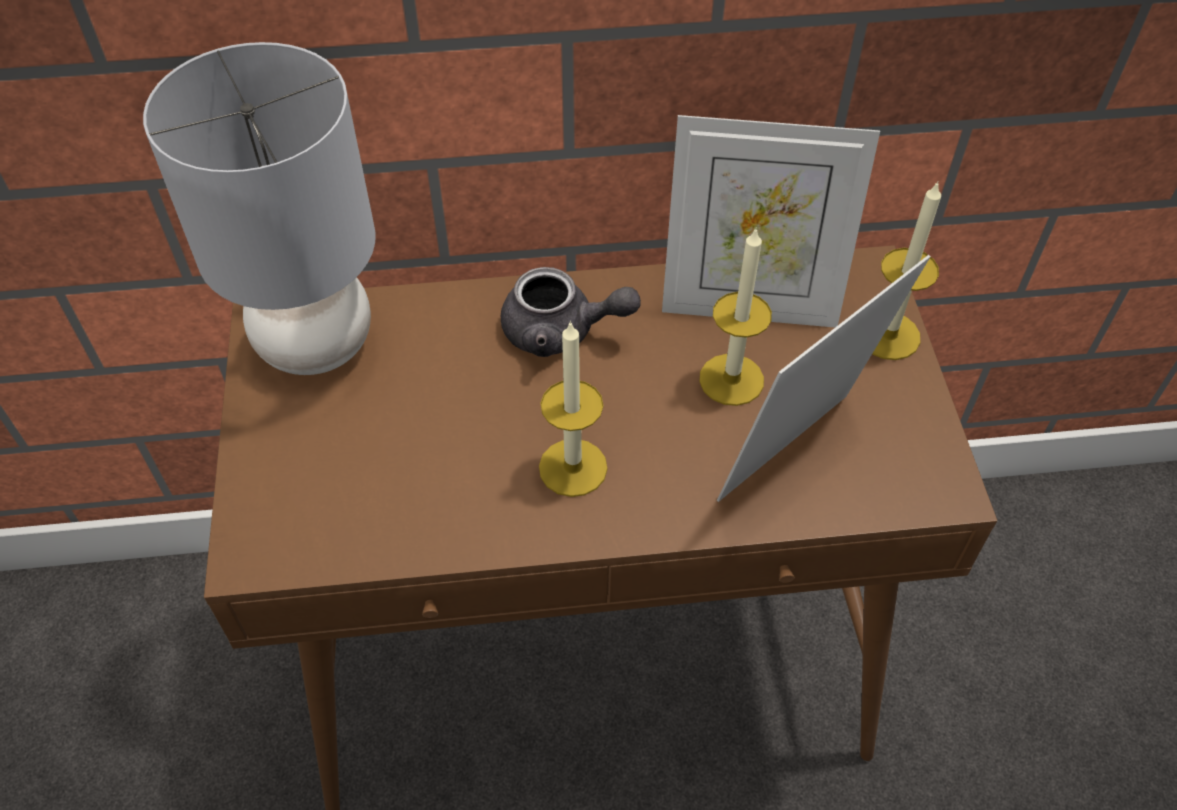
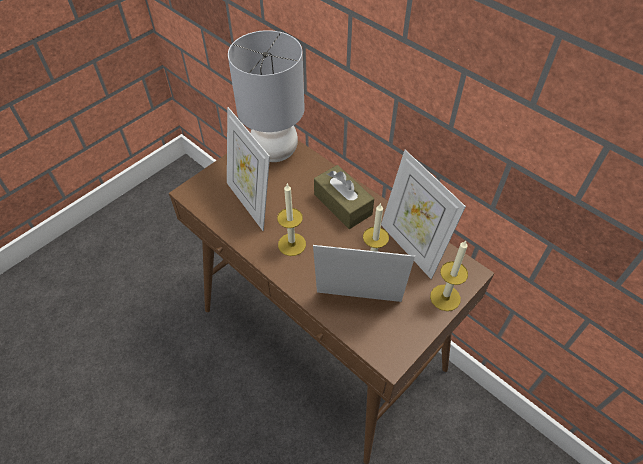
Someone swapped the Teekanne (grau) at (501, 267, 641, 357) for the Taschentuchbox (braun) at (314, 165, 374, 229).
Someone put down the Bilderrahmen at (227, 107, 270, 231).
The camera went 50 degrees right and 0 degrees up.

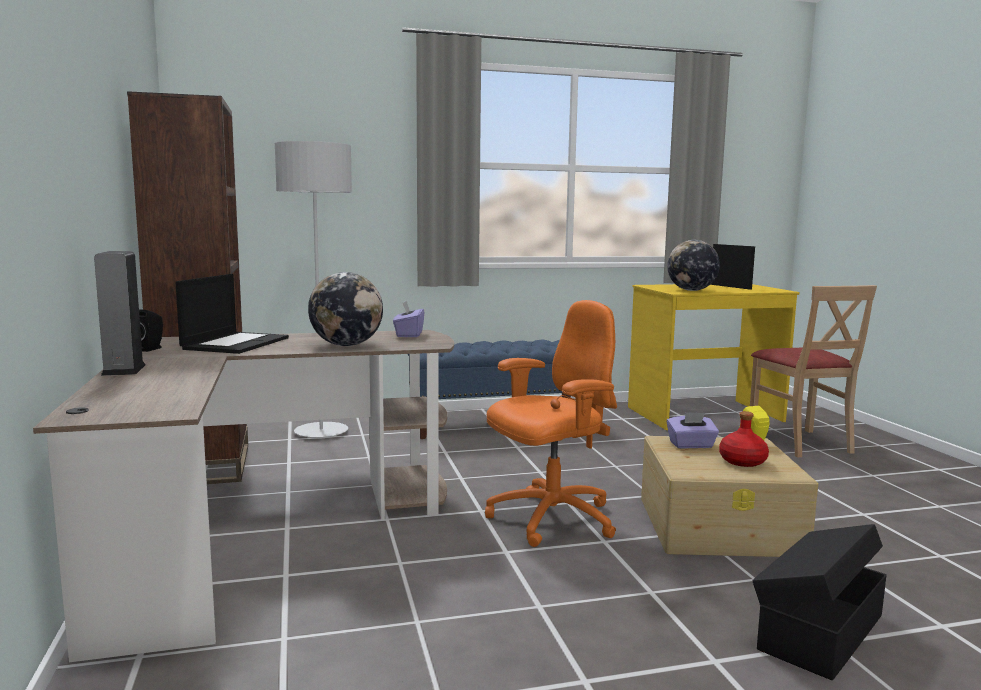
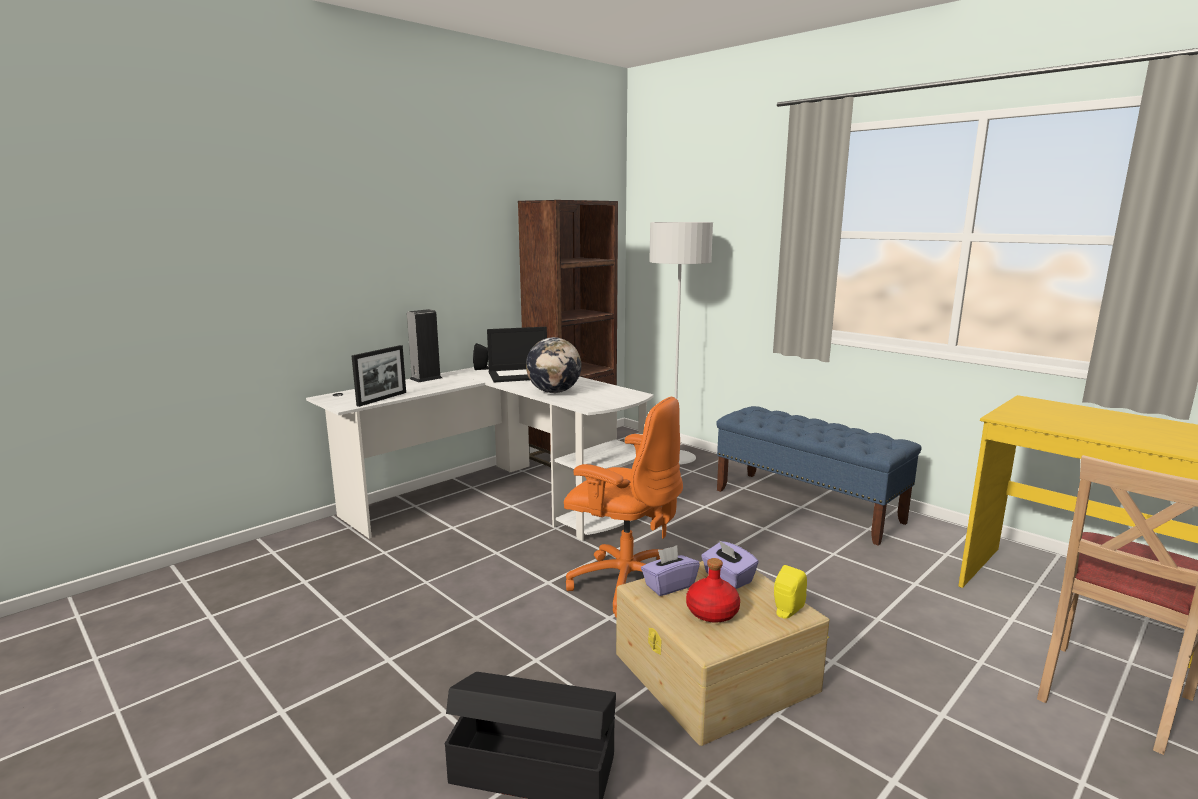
Someone repainted the Schreibtisch (braun) at (33, 330, 454, 662), which became the Schreibtisch (weiß) at (306, 365, 654, 541).
Someone carried the Taschentuchbox (lila) from (393, 301, 424, 337) to (641, 545, 700, 596).
Someone took away the Globus at (667, 240, 720, 291).
Someone carried the Bilderrahmen from (711, 244, 755, 289) to (352, 345, 406, 407).
The camera went 60 degrees right and 5 degrees up.

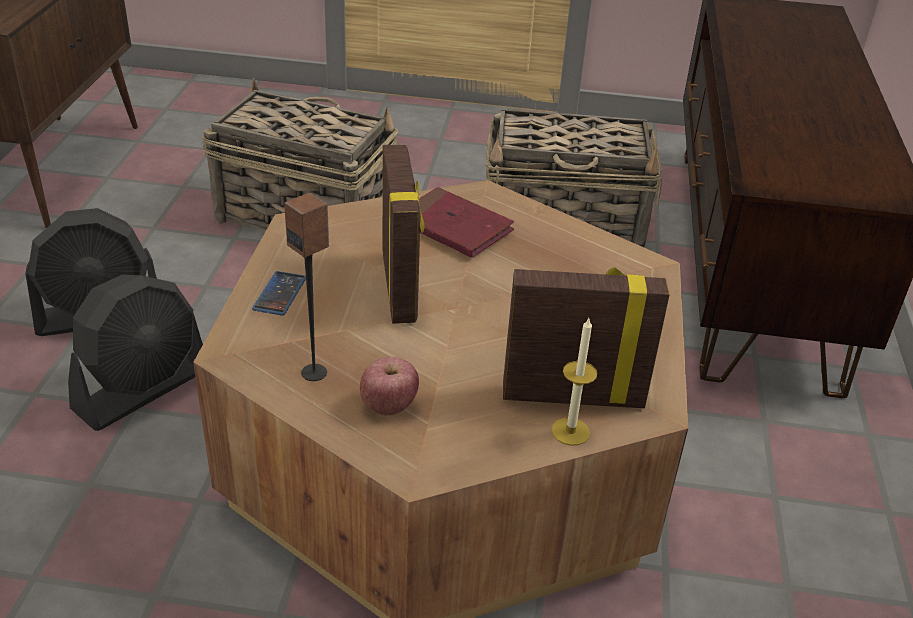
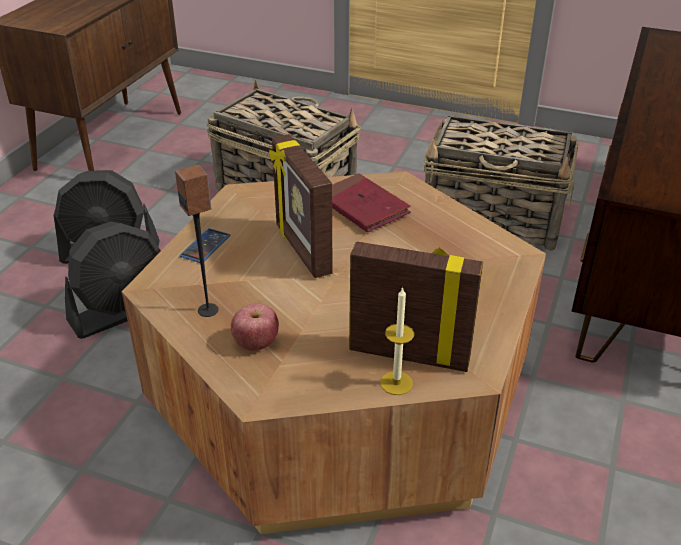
Someone rotated the Bilderrahmen at (382, 144, 424, 324) by 150 degrees clockwise.
The camera went 15 degrees right and 0 degrees up.

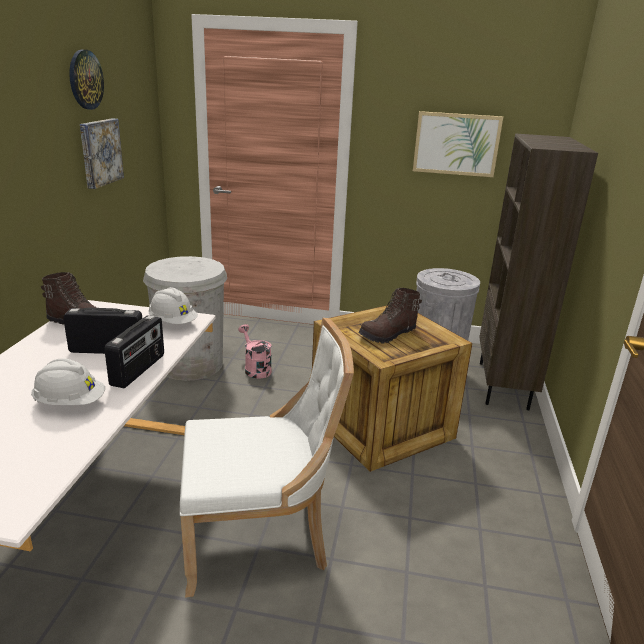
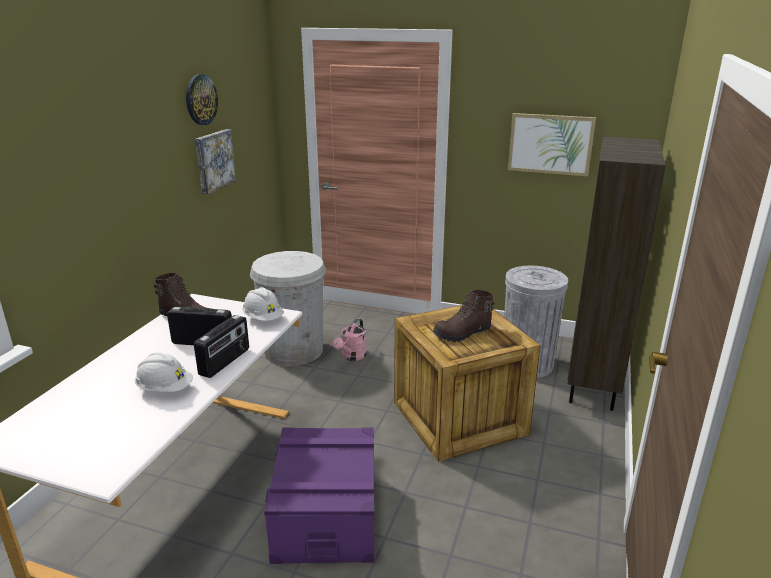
Someone swapped the Stuhl (weiß) at (180, 318, 354, 597) for the Aufbewahrungsbox (lila) at (264, 427, 374, 564).
Someone rotated the Gießkanne (rosa) at (238, 324, 272, 378) by 135 degrees counterclockwise.
The camera went 10 degrees right and 0 degrees up.

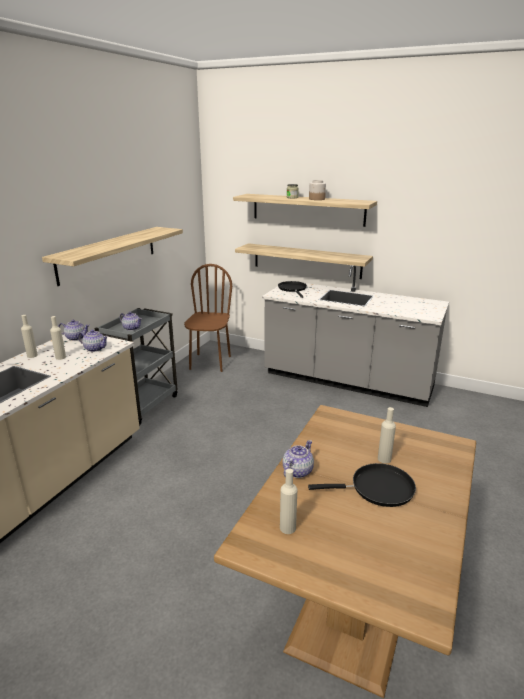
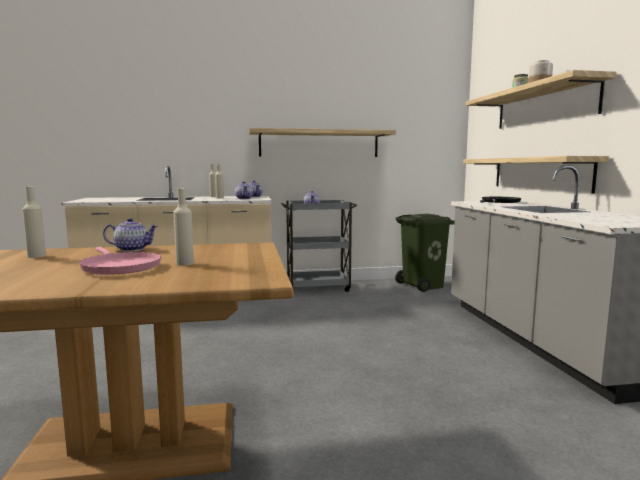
Someone swapped the Stuhl (braun) at (184, 264, 232, 372) for the Mülleimer (grün) at (395, 214, 455, 292).
Someone repainted the Pfanne (schwarz) at (308, 463, 416, 507), which became the Pfanne (rosa) at (79, 247, 161, 275).
The camera went 55 degrees right and 15 degrees down.

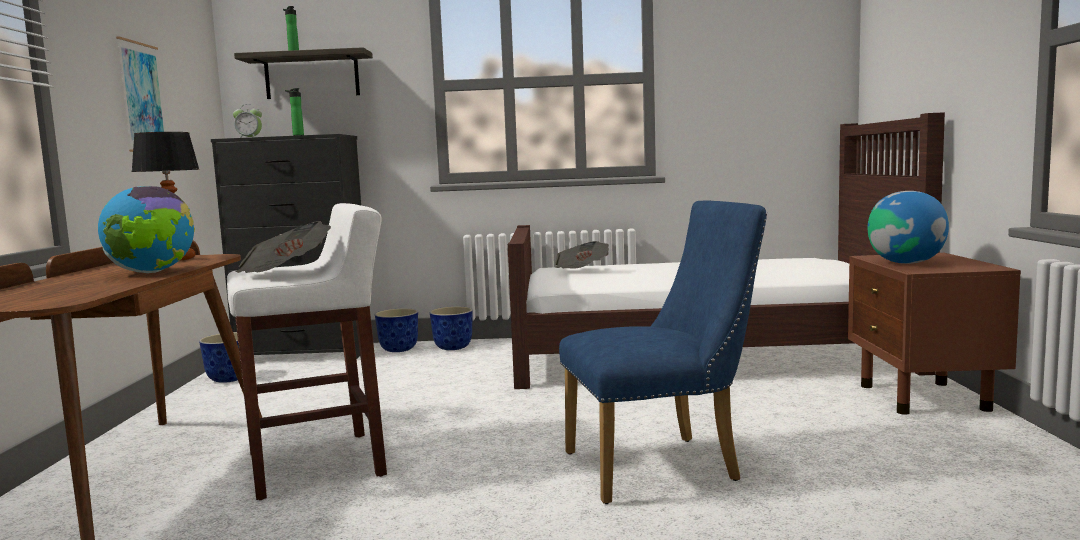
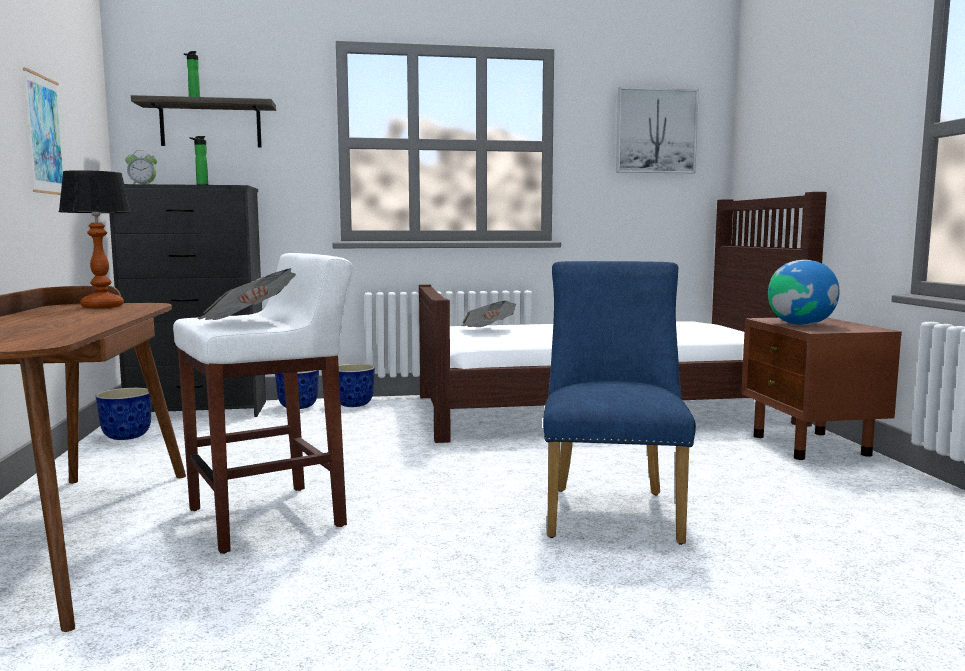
Someone took away the Globus at (98, 186, 195, 273).
Someone rotated the Stuhl (blau) at (559, 200, 767, 504) by 60 degrees counterclockwise.
Someone put up the Bild at (616, 87, 699, 173).
The camera went 10 degrees left and 0 degrees up.

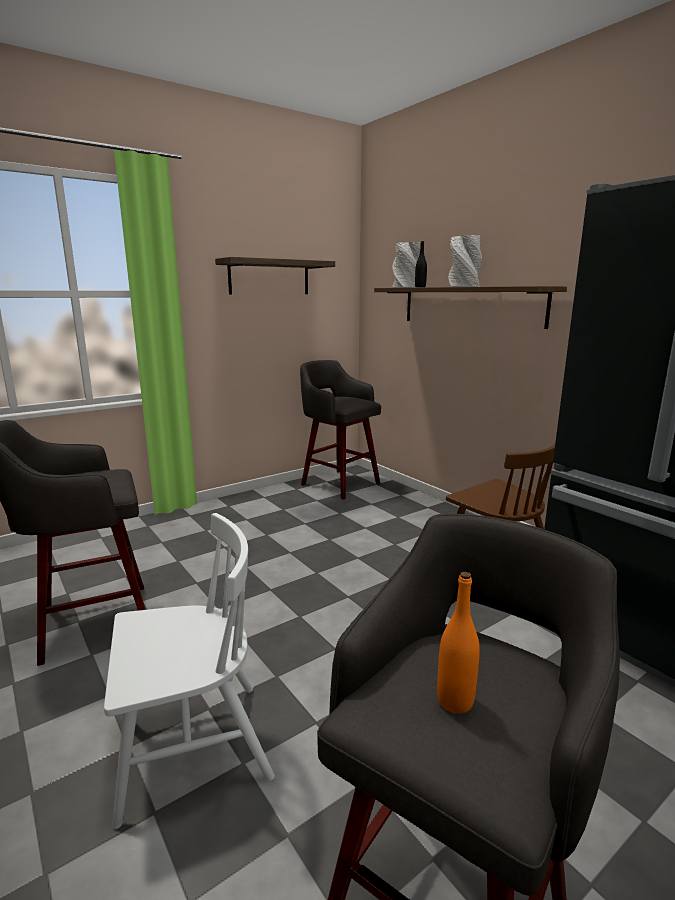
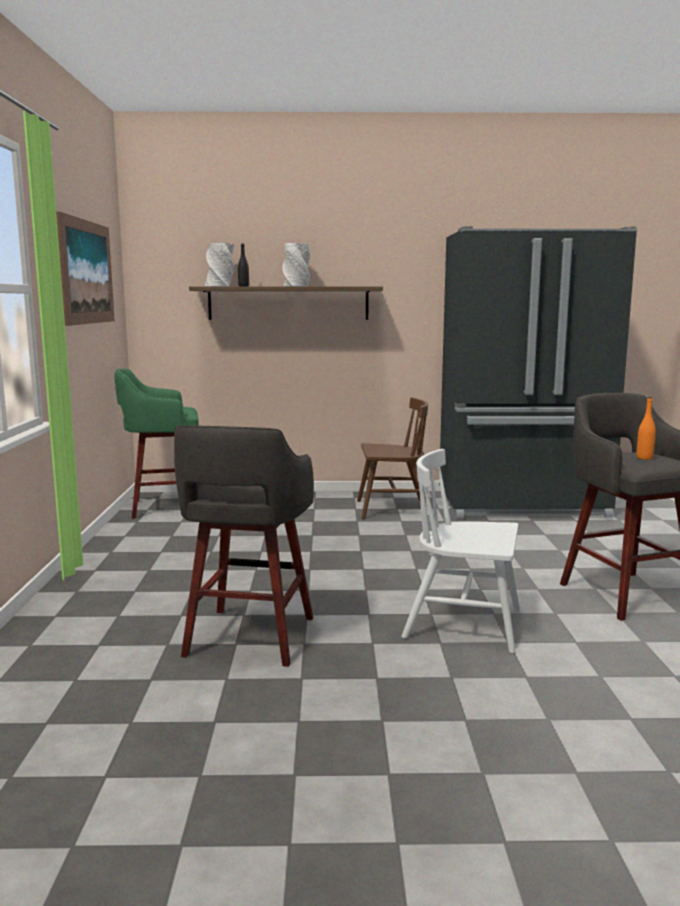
Someone rotated the Stuhl (weiß) at (104, 513, 275, 829) by 90 degrees counterclockwise.
Someone swapped the Wandregal at (215, 257, 335, 294) for the Bild at (56, 211, 115, 326).
Someone repainted the Hocker (grau) at (300, 360, 381, 500), which became the Hocker (grün) at (114, 369, 199, 519).
The camera went 55 degrees left and 5 degrees down.

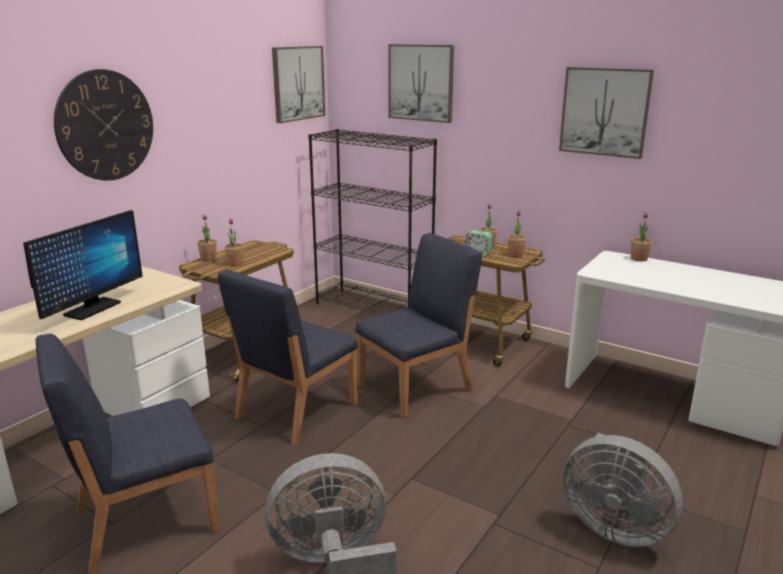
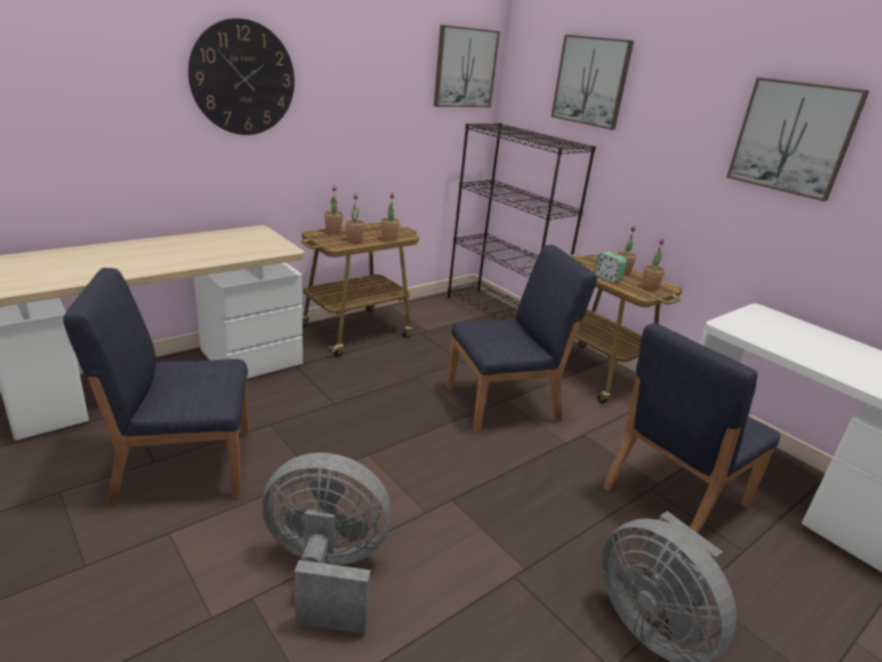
Someone took away the Monitor at (23, 210, 143, 320).
Someone carried the Stuhl (blau) from (218, 270, 358, 446) to (603, 323, 780, 534).
Someone carried the Topfpflanze from (631, 212, 652, 261) to (381, 193, 400, 241).
The camera went 15 degrees right and 5 degrees up.

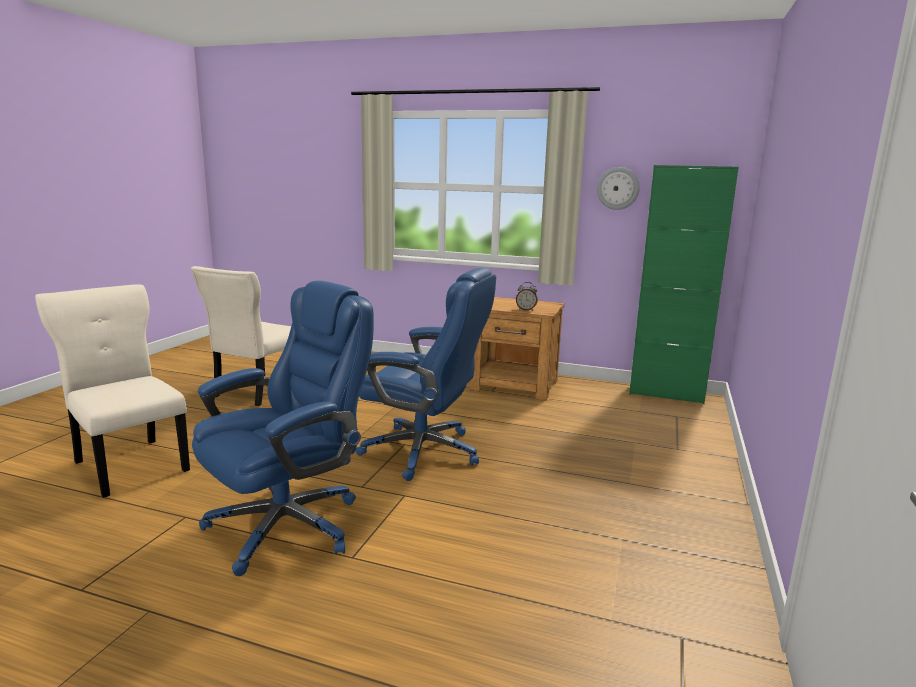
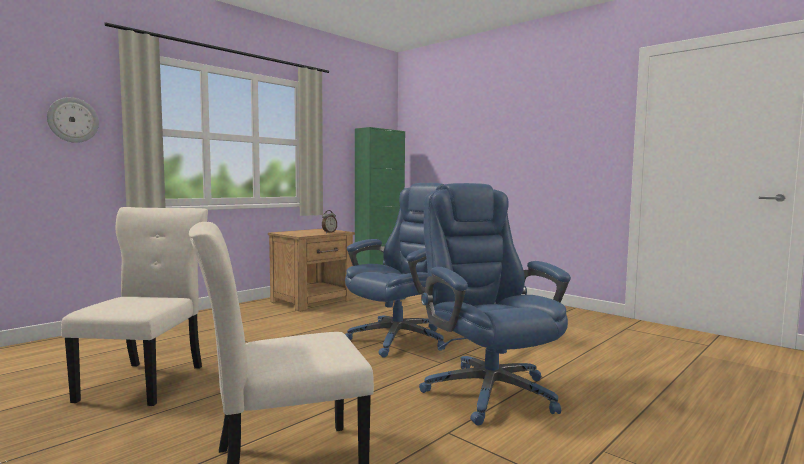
Someone rotated the Stuhl (beige) at (191, 266, 291, 406) by 135 degrees counterclockwise.
Someone carried the Wanduhr from (597, 167, 640, 210) to (47, 97, 99, 143).
The camera went 65 degrees left and 10 degrees down.

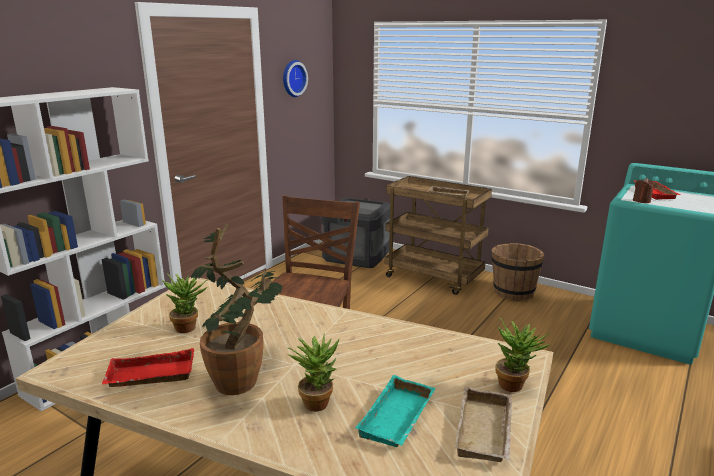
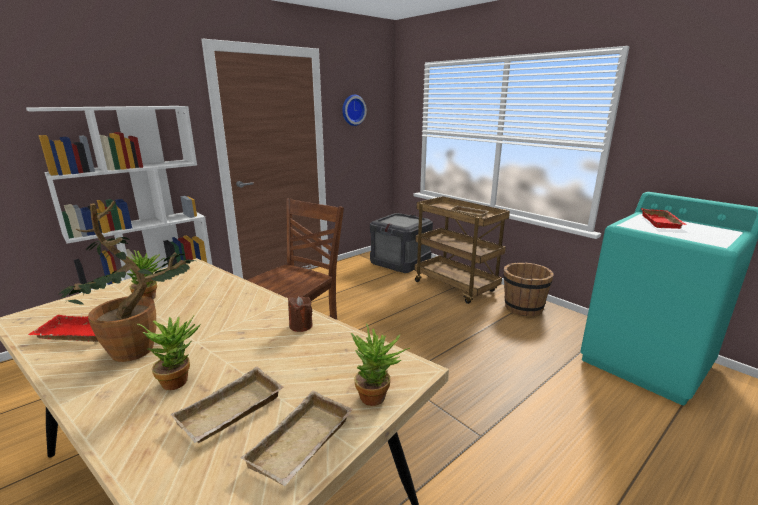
Someone repainted the Tablett (türkis) at (355, 375, 435, 447), which became the Tablett (beige) at (170, 367, 283, 443).
Someone carried the Kerze (braun) from (633, 178, 655, 203) to (288, 296, 313, 332).
The camera went 15 degrees right and 0 degrees up.

